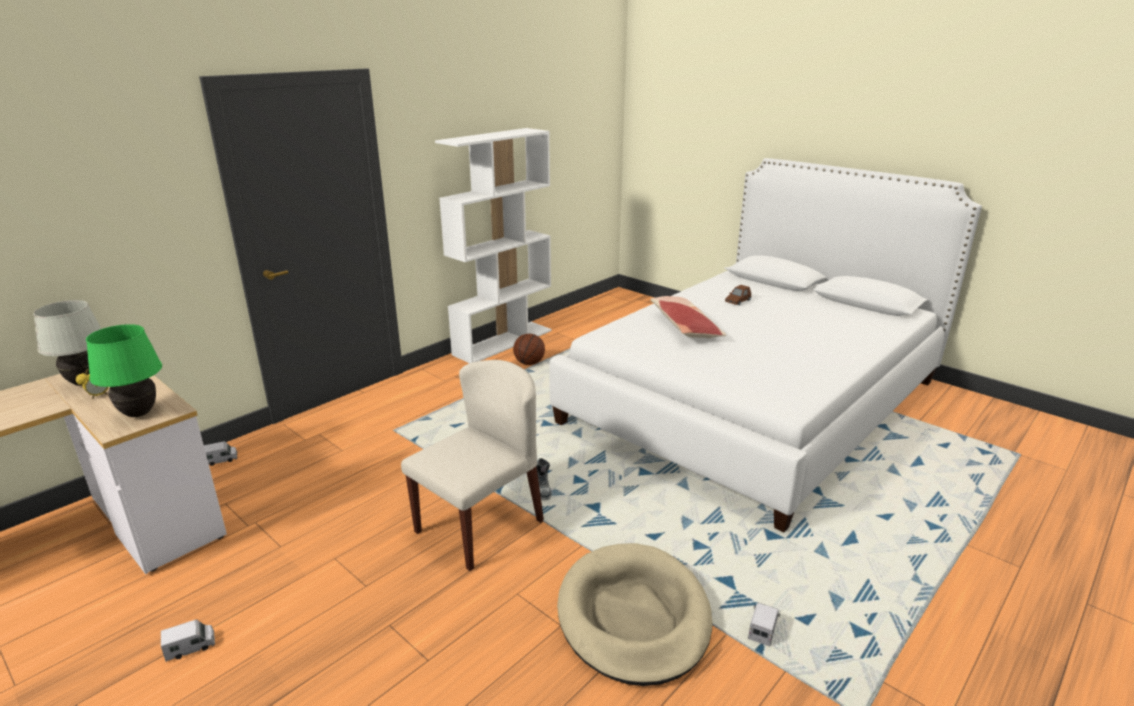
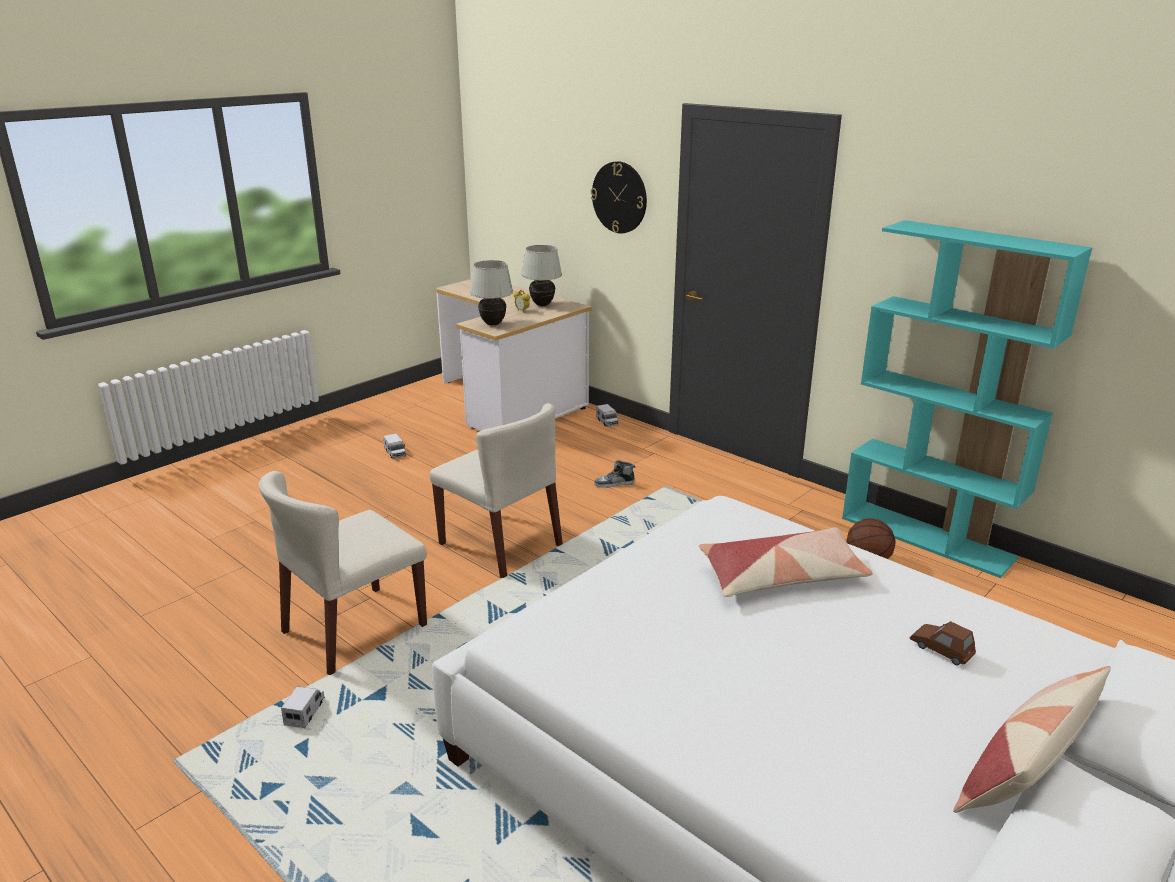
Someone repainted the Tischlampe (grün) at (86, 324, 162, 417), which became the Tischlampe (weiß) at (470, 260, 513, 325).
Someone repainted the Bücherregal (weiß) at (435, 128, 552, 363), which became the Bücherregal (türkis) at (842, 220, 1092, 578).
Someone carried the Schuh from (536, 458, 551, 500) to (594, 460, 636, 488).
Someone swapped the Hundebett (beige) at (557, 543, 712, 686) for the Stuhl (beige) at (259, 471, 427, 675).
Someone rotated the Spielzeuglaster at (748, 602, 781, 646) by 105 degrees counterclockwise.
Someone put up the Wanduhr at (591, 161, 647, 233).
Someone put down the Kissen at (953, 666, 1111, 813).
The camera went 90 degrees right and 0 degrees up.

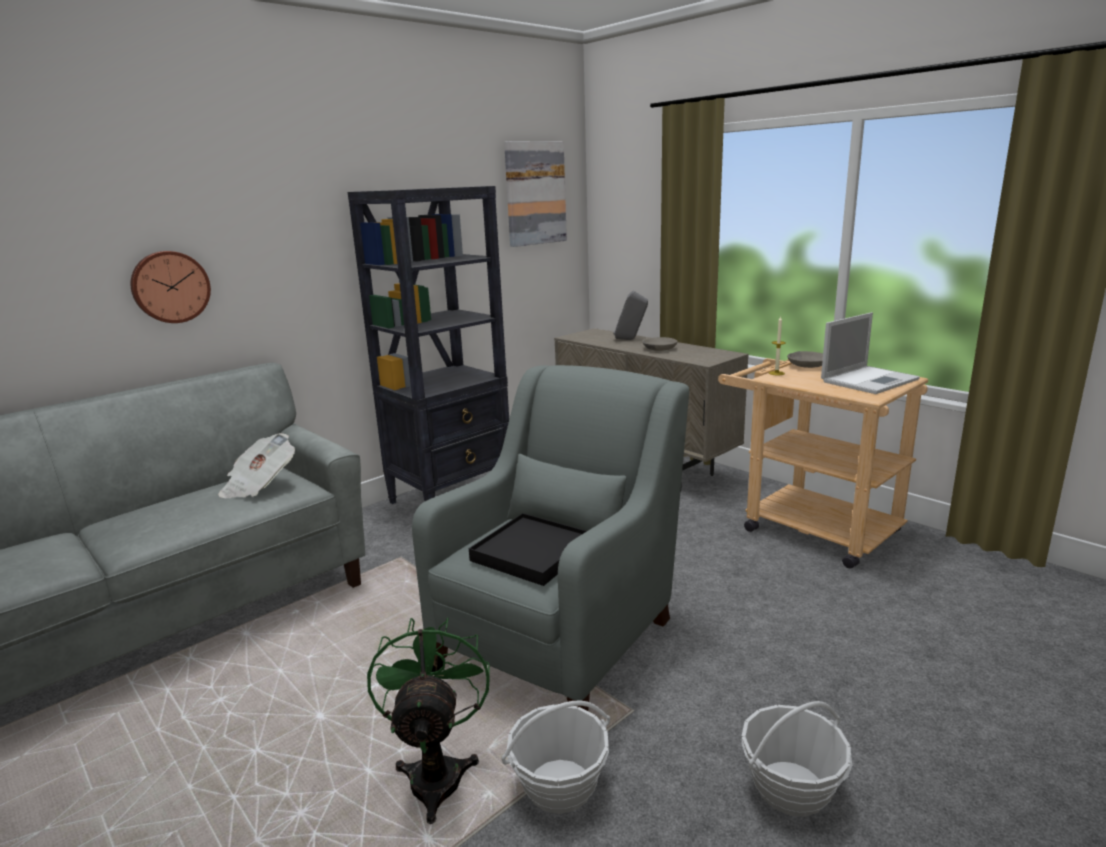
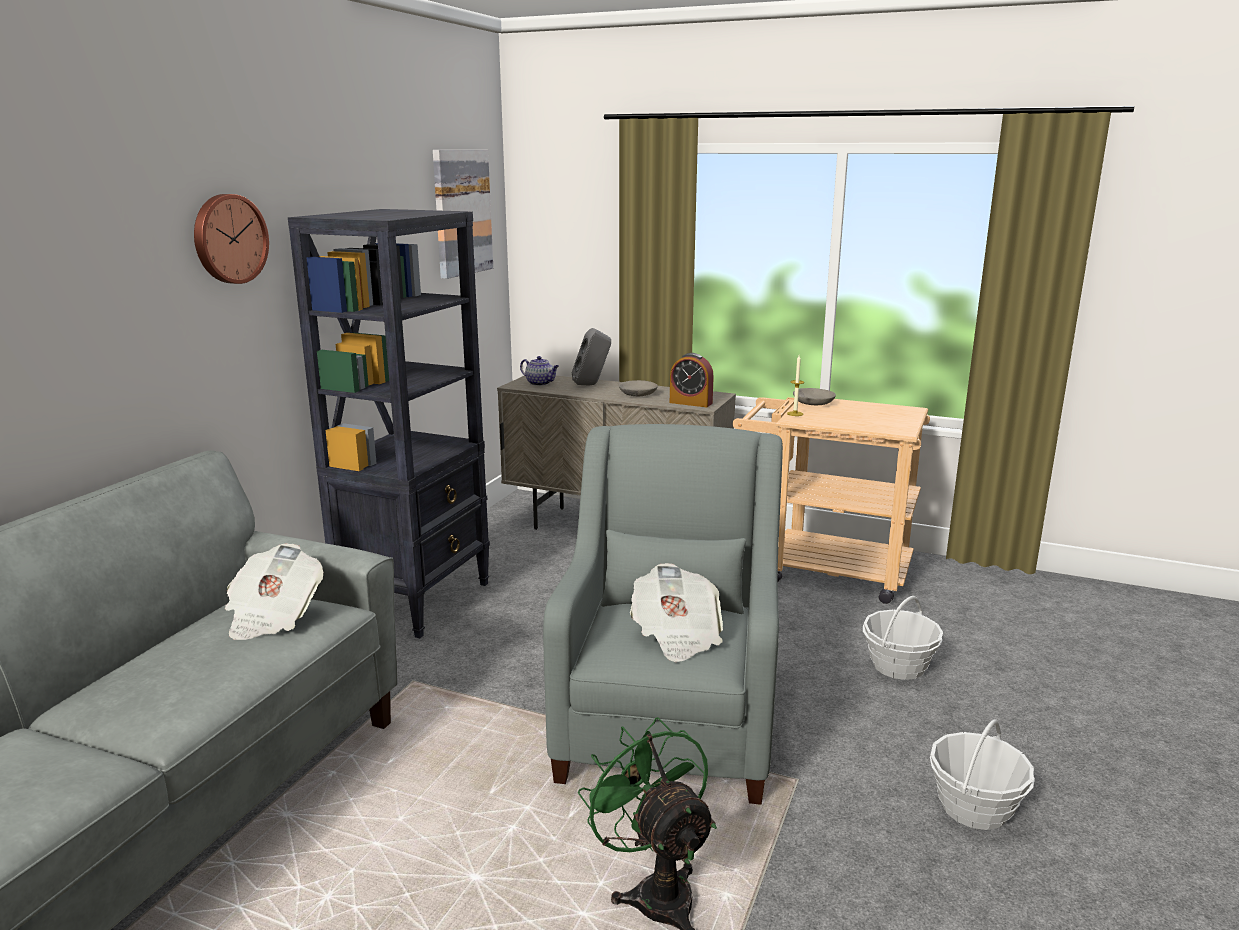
Someone carried the Wanduhr from (131, 251, 211, 323) to (194, 194, 269, 284).
Someone swapped the Tablett (schwarz) at (469, 513, 587, 586) for the Zeitung at (630, 563, 723, 662).
Someone carried the Korb from (502, 700, 610, 814) to (863, 596, 943, 680).
Someone took away the Laptop at (821, 312, 920, 394).
Someone put down the Teekanne at (520, 356, 559, 386).
Someone put down the Wecker at (670, 353, 714, 407).
The camera went 25 degrees left and 0 degrees up.

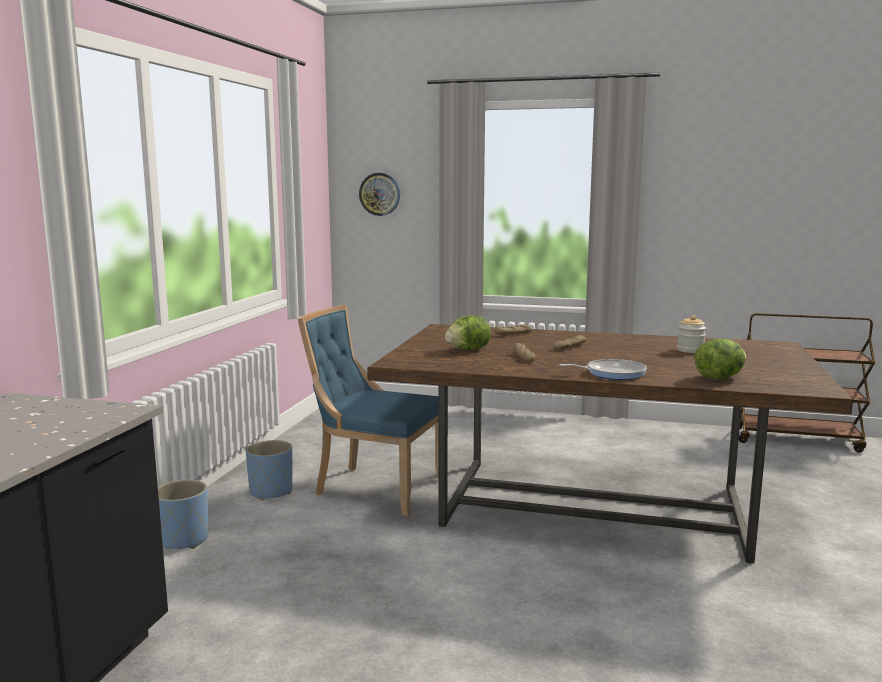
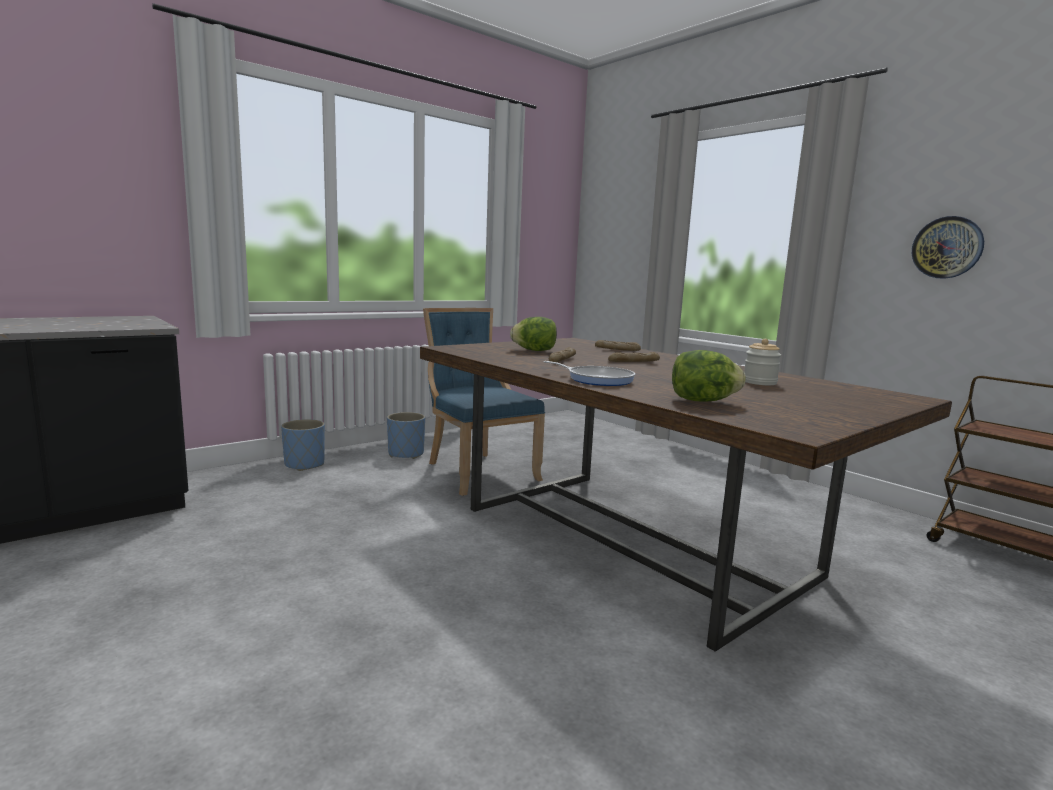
Someone carried the Wanduhr from (359, 173, 400, 216) to (912, 216, 984, 279).
The camera went 35 degrees right and 0 degrees up.

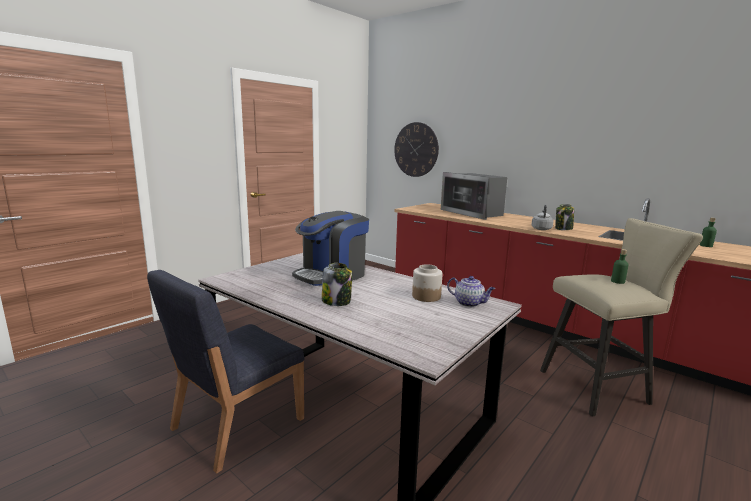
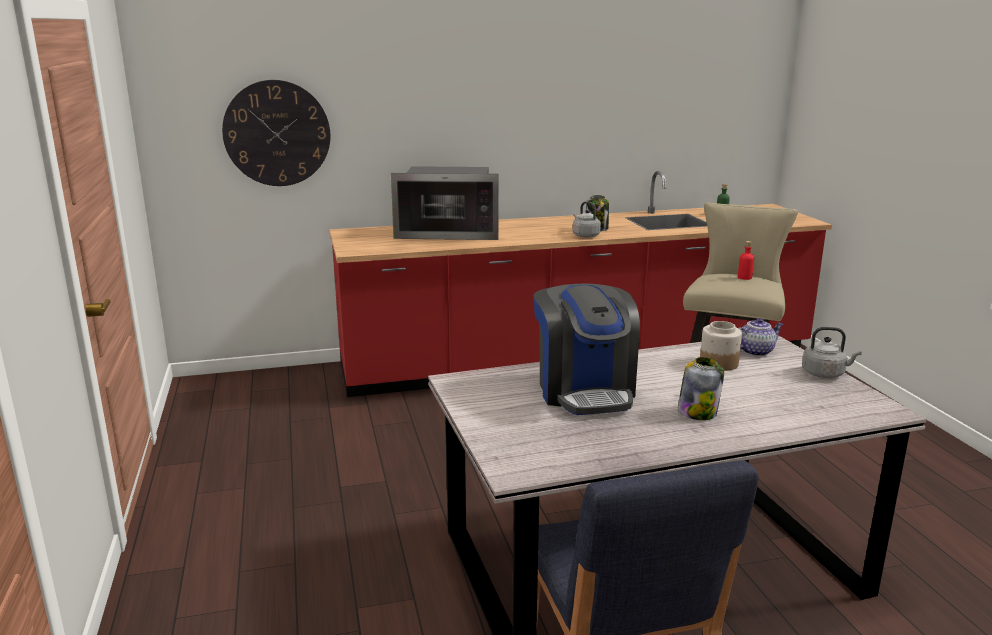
Someone repainted the Flasche (grün) at (611, 249, 628, 284), which became the Flasche (rot) at (738, 241, 754, 280).
Someone put down the Wasserkessel (grau) at (802, 327, 862, 378).
The camera went 55 degrees left and 5 degrees up.

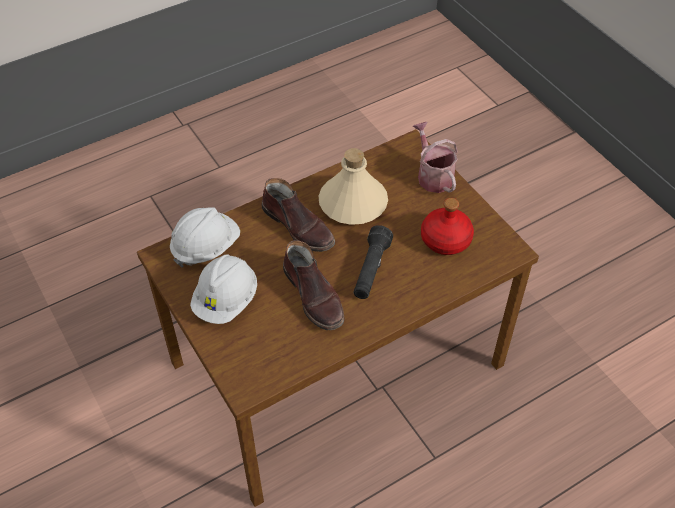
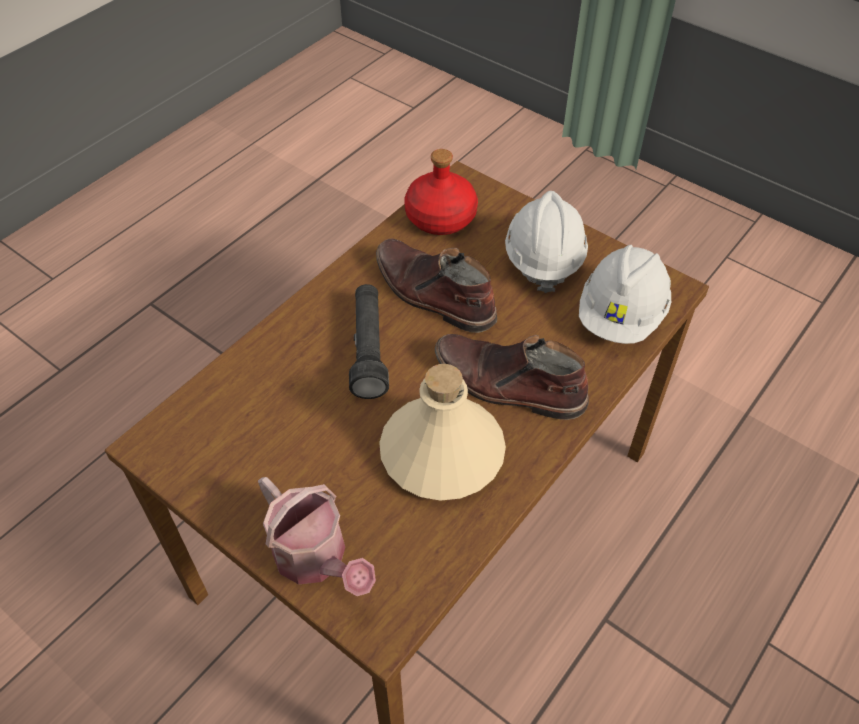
Someone carried the Flasche (rot) from (421, 198, 474, 255) to (404, 149, 478, 235).
The camera went 160 degrees right and 0 degrees up.

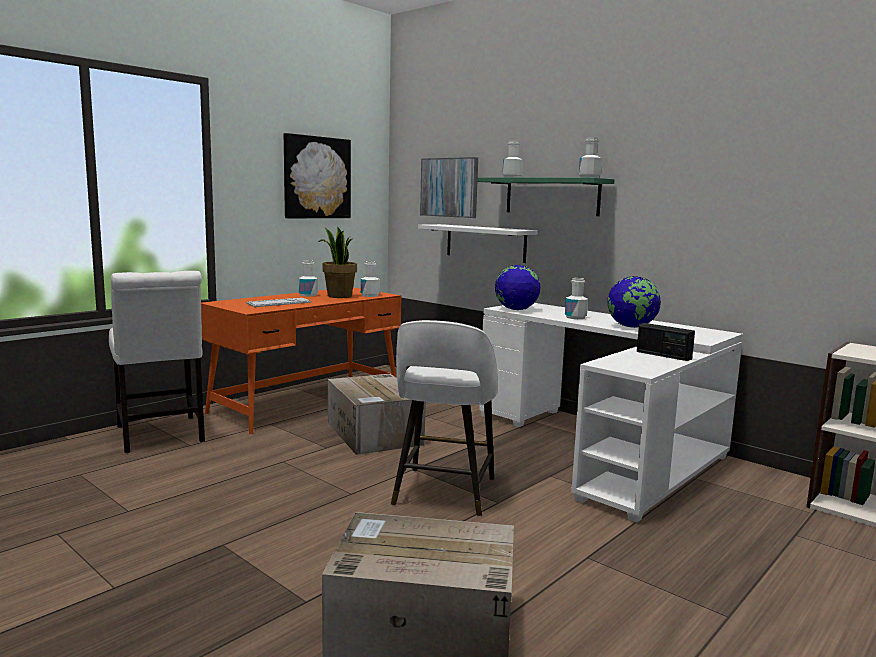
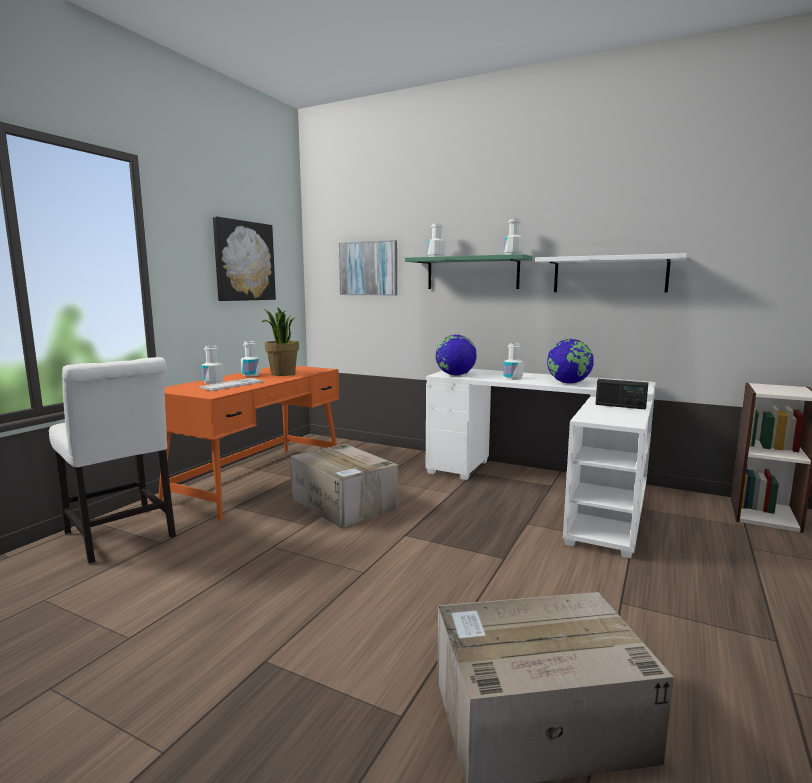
Someone carried the Flasche (weiß) from (361, 261, 380, 297) to (201, 345, 224, 384).
Someone took away the Hocker (weiß) at (391, 320, 498, 516).
Someone carried the Wandregal (weiß) from (418, 224, 538, 263) to (535, 253, 687, 293).
The camera went 15 degrees left and 0 degrees up.

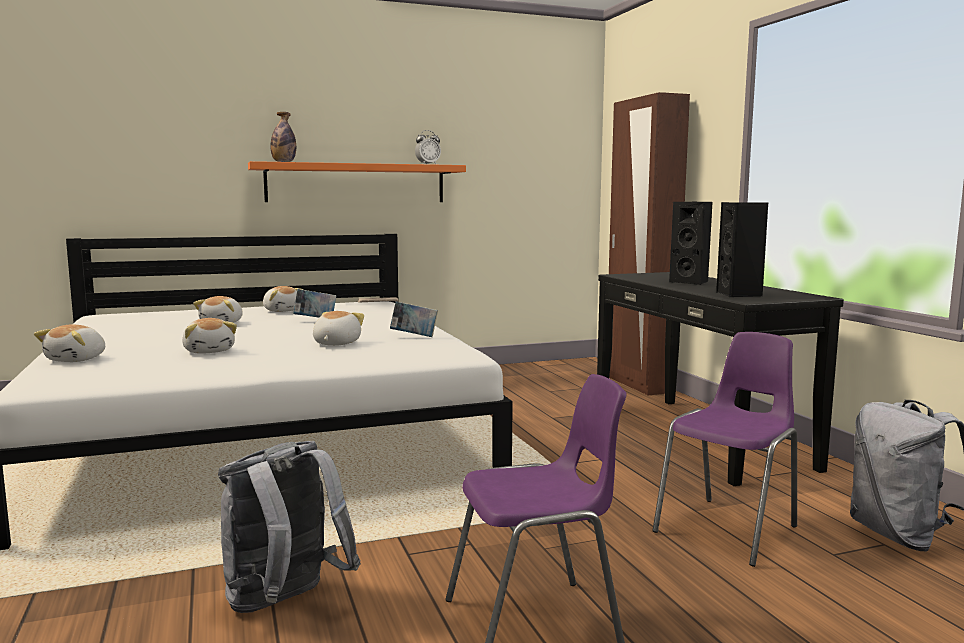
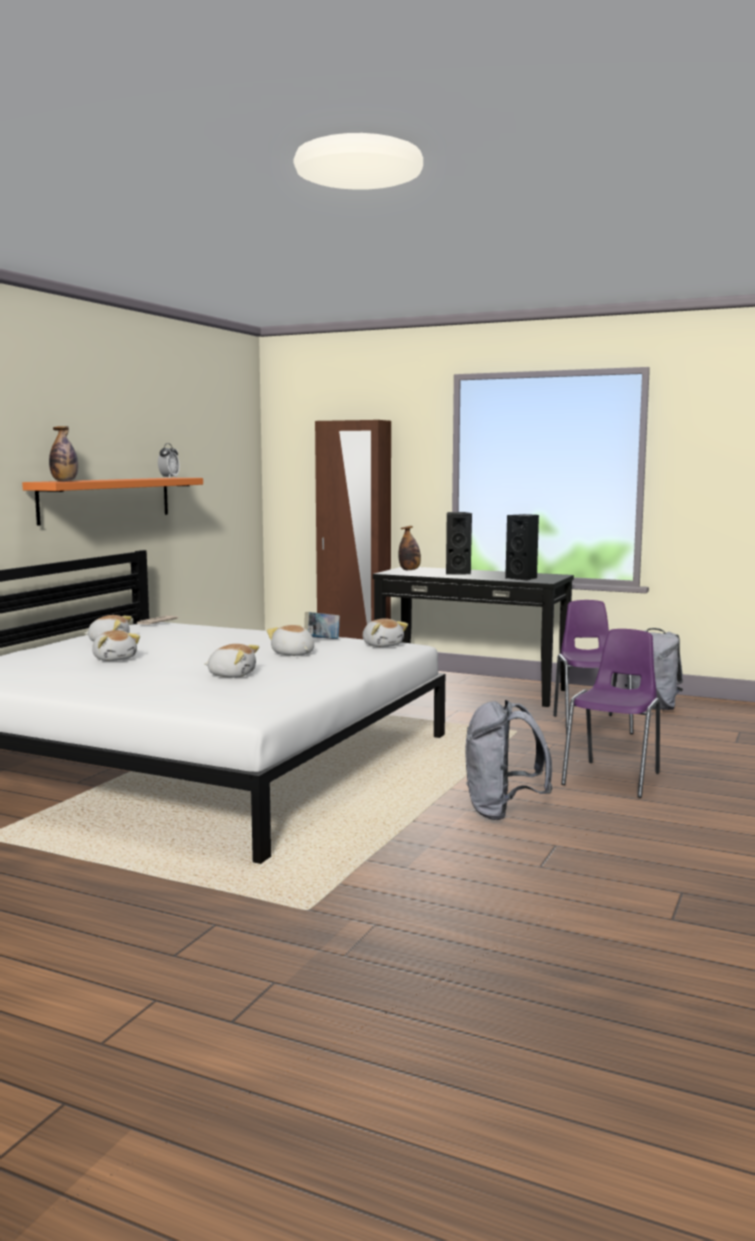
Someone carried the Plüschtier from (34, 324, 105, 362) to (362, 618, 408, 647).
Someone took away the Buch at (293, 289, 336, 317).
Someone put down the Flasche at (398, 526, 421, 570).
The camera went 45 degrees left and 0 degrees up.

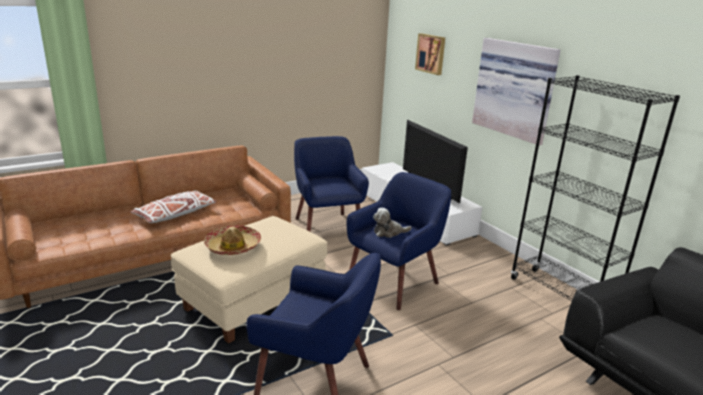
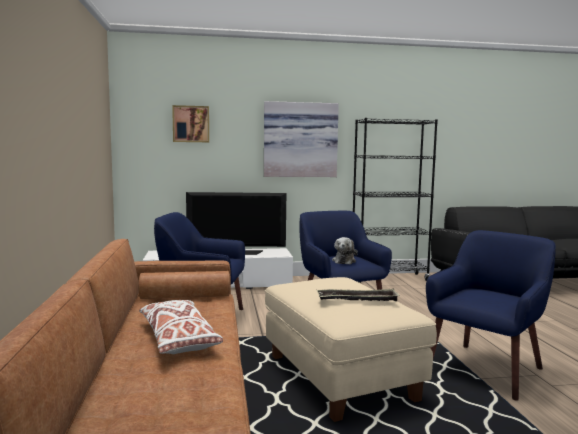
Someone swapped the Hut at (204, 225, 261, 255) for the Tablett at (317, 289, 400, 301).
The camera went 65 degrees left and 15 degrees down.

